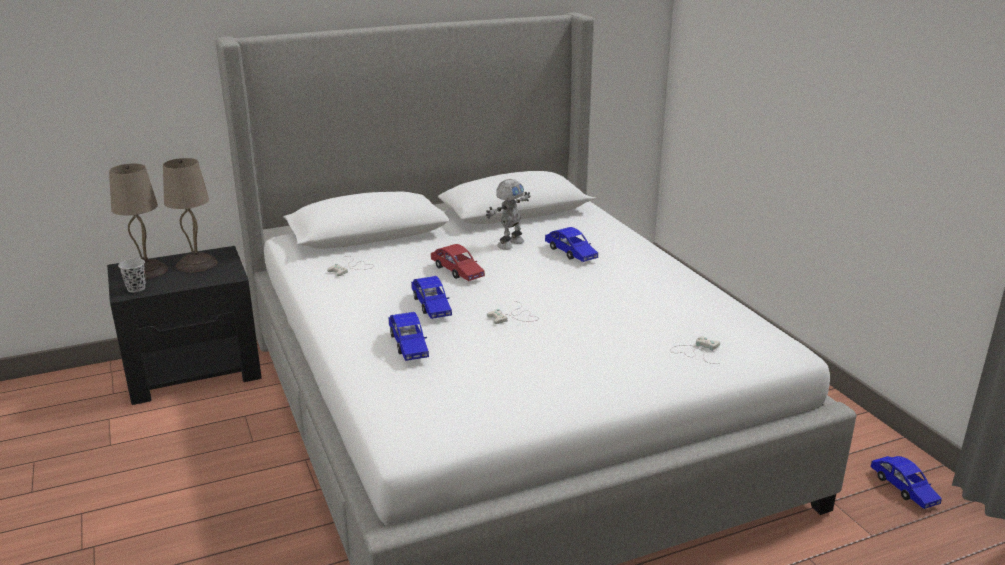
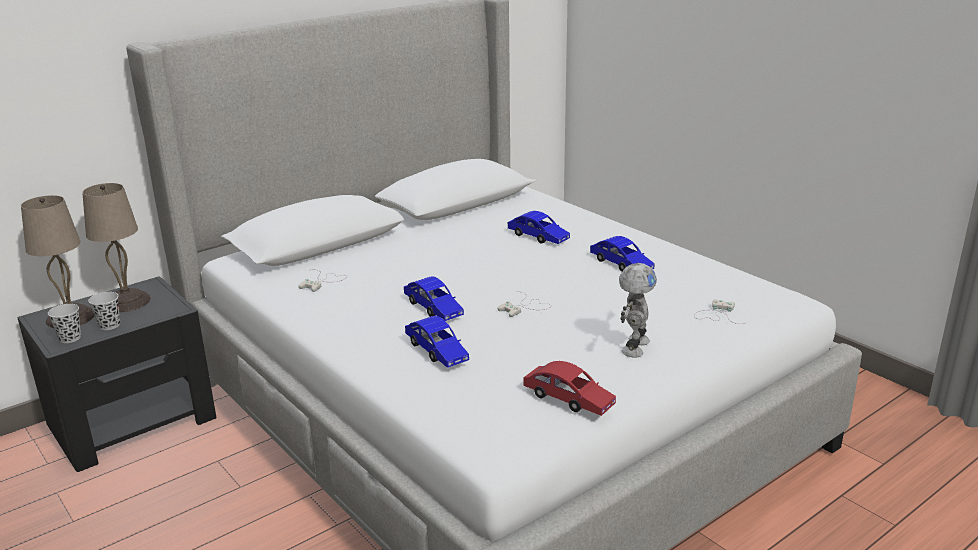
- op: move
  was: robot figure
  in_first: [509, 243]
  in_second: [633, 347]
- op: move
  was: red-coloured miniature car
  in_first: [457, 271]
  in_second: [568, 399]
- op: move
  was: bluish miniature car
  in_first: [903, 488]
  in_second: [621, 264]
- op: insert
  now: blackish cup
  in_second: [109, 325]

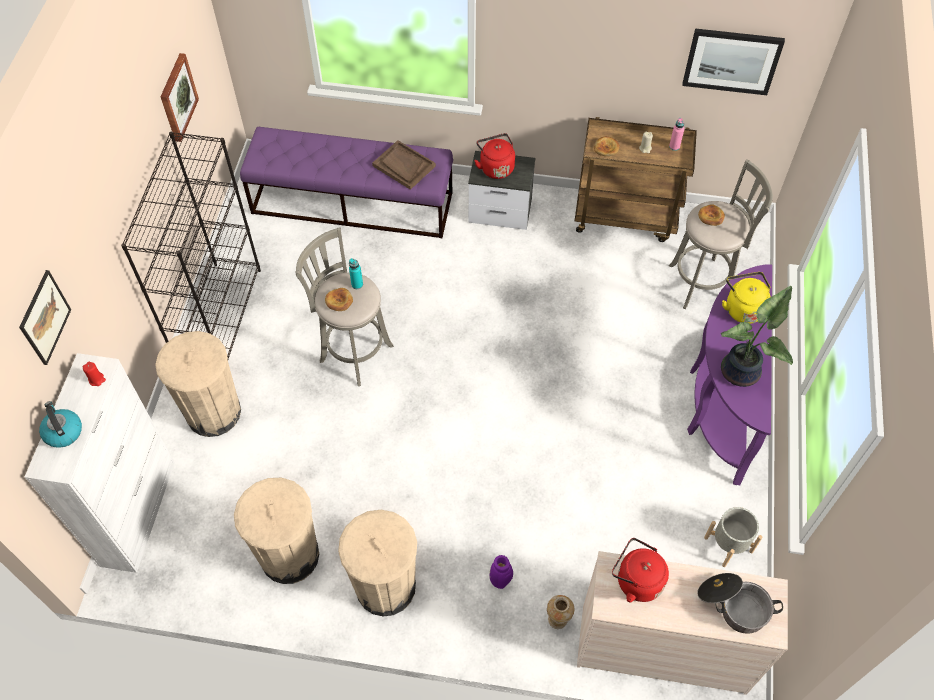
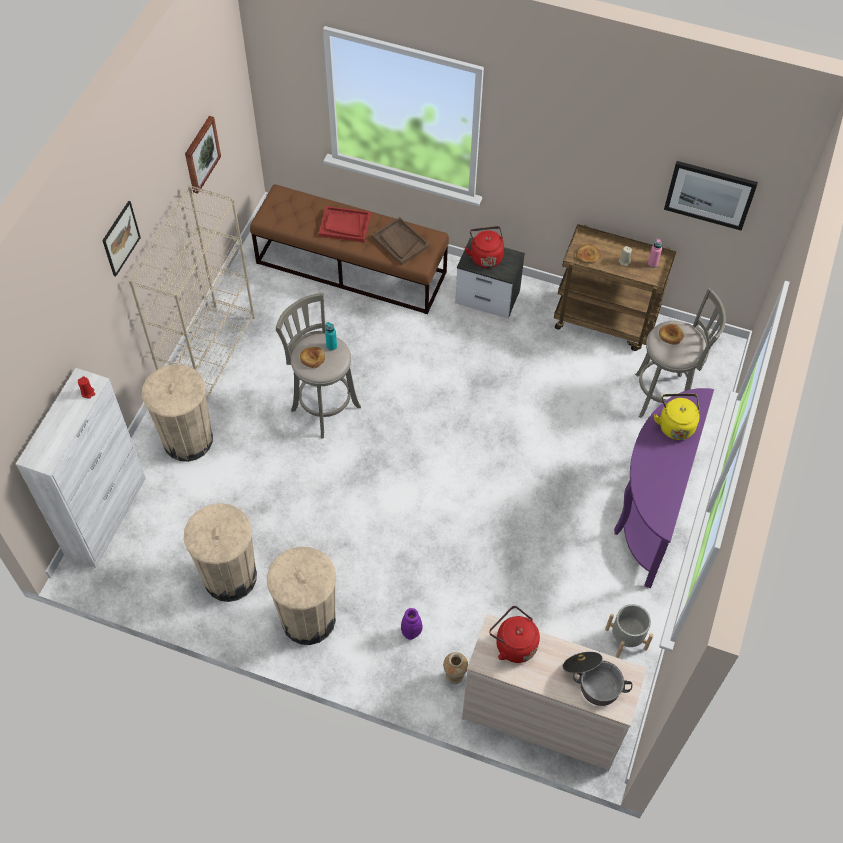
- op: recolor
  was: purple-coloured bench
  now: brown-coloured bench
  in_first: [353, 203]
  in_second: [351, 268]
- op: recolor
  was: blackish bookshelf
  now: beige bookshelf
  in_first: [220, 317]
  in_second: [210, 354]
- op: move
  was: picture
  in_first: [44, 317]
  in_second: [120, 238]
- op: delete
  was: plant in a pot
  in_first: [742, 371]
- op: delete
  was: kettle
  in_first: [63, 432]
- op: insert
  now: red-coloured tray
  in_second: [344, 225]

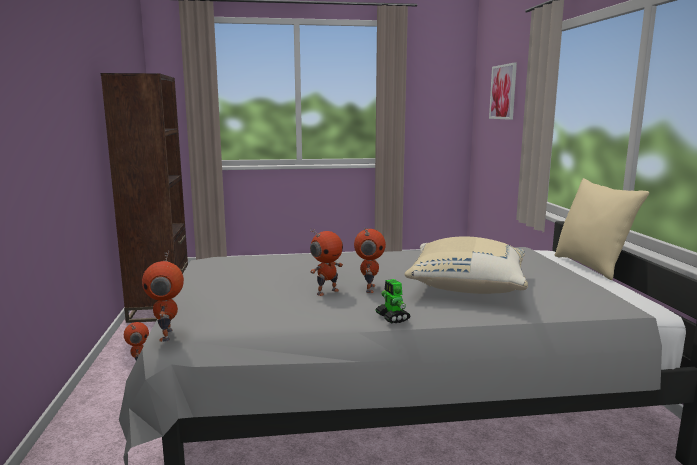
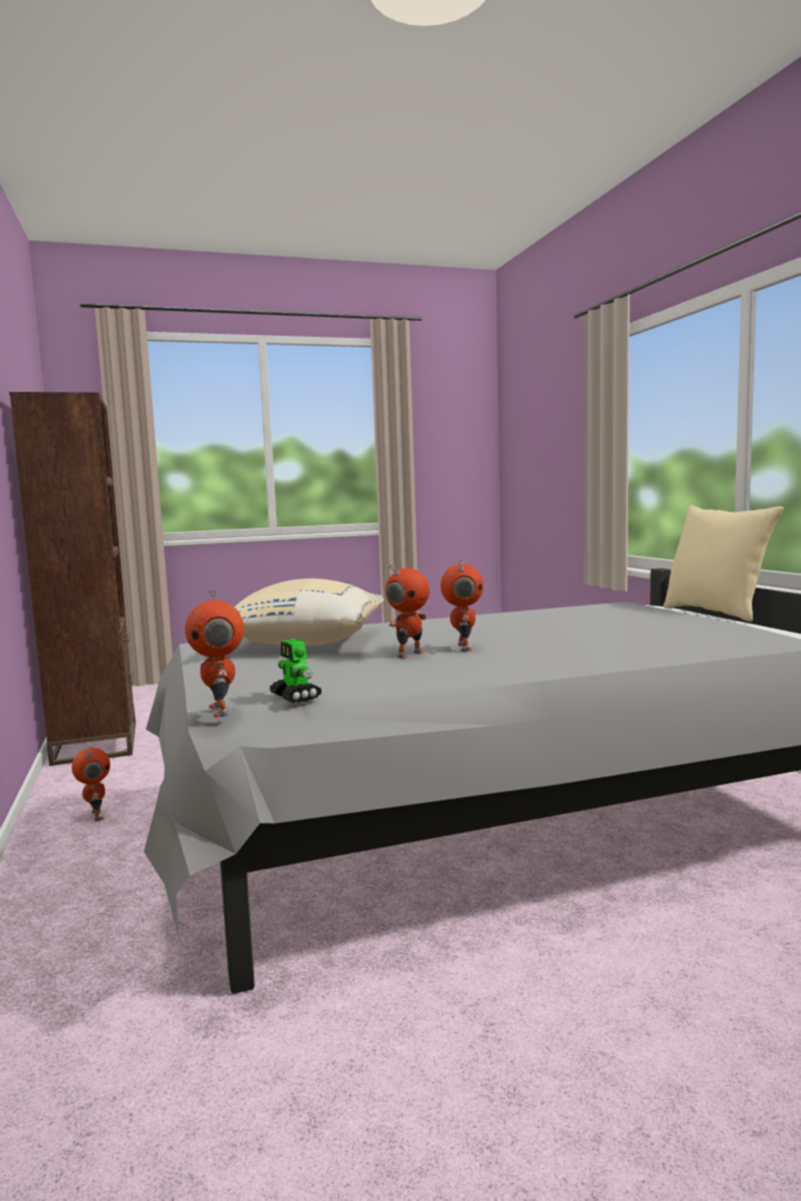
- op: delete
  was: picture
  in_first: [503, 92]
- op: move
  was: beige throw pillow
  in_first: [466, 287]
  in_second: [305, 643]
- op: move
  was: robot figure
  in_first: [392, 318]
  in_second: [296, 697]

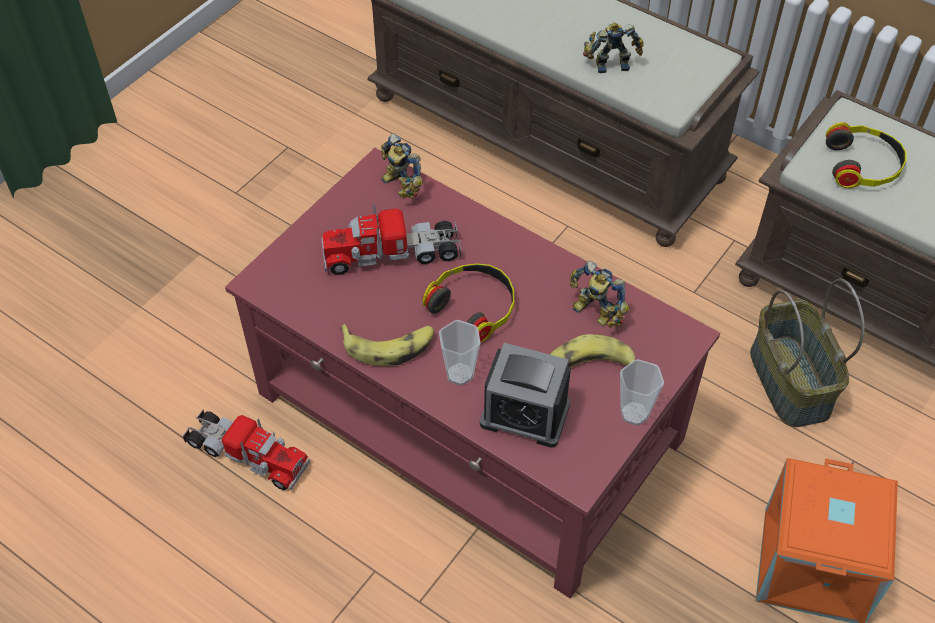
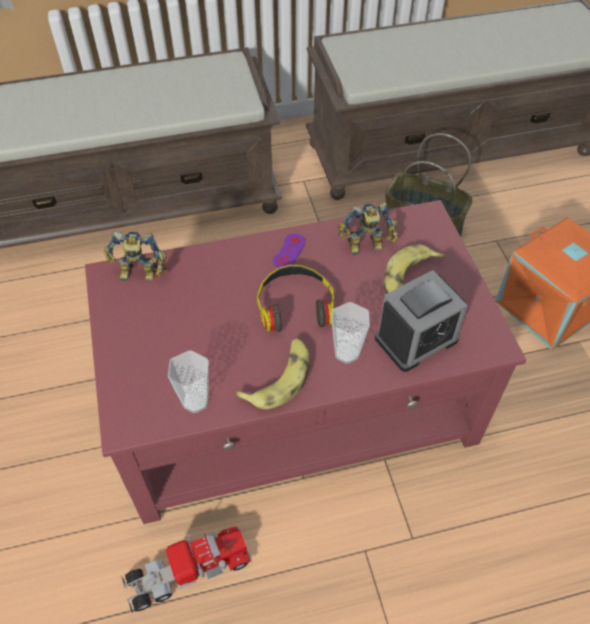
- op: delete
  was: robot figure
  in_first: [610, 63]
- op: delete
  was: pair of headphones
  in_first: [863, 164]
- op: delete
  was: toy lorry
  in_first: [392, 253]
- op: move
  was: cup
  in_first: [634, 413]
  in_second: [195, 401]
- op: insert
  now: purple-coloured game controller
  in_second: [289, 251]

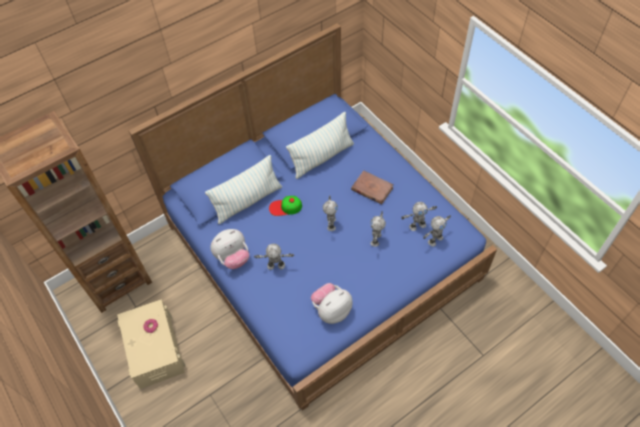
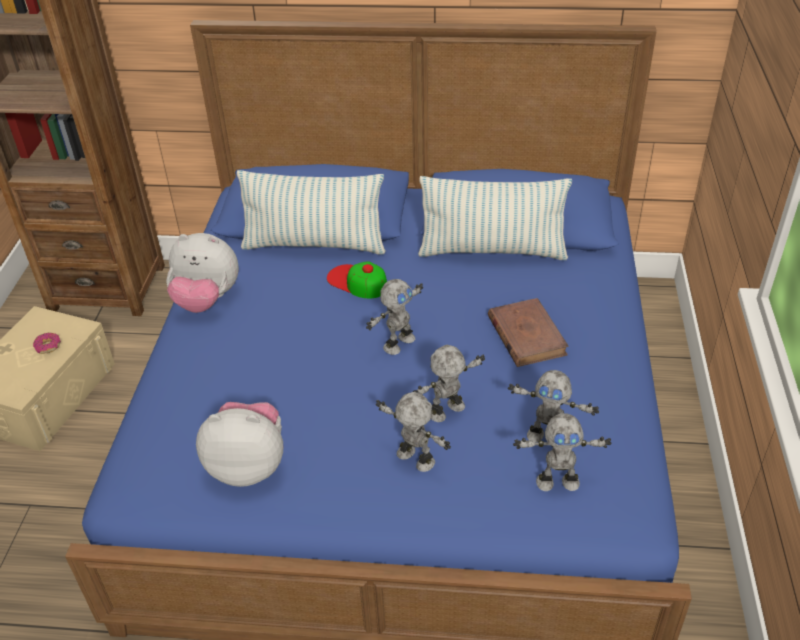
- op: move
  was: robot figure
  in_first: [276, 266]
  in_second: [414, 460]

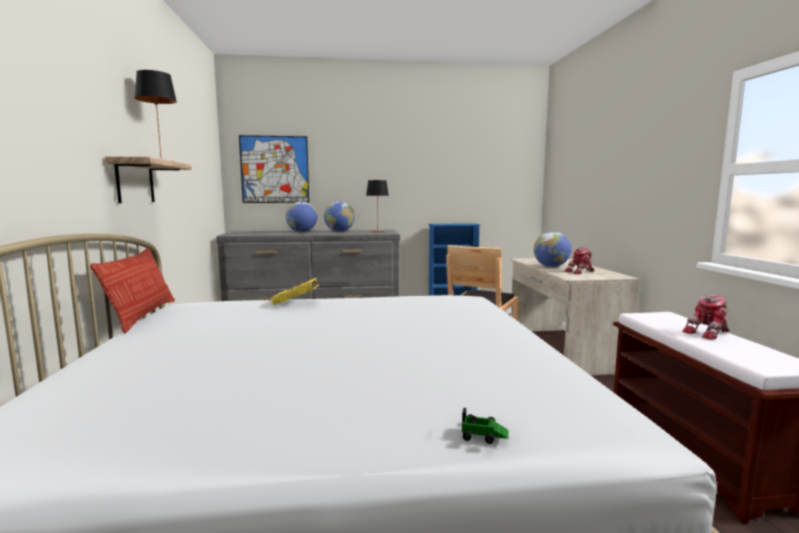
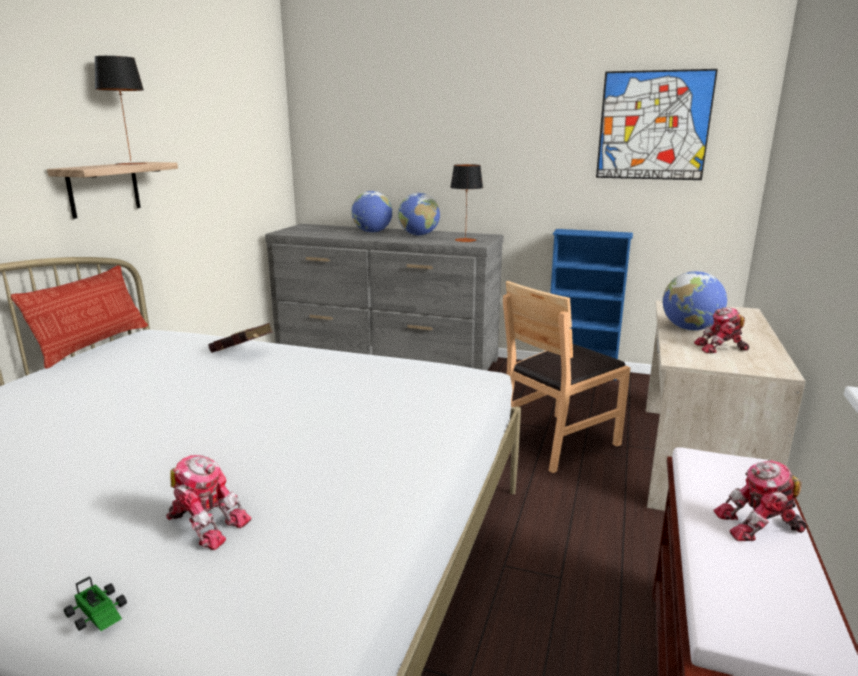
- op: move
  was: picture
  in_first: [274, 169]
  in_second: [653, 126]
- op: recolor
  was: yellow volume
  now: red-coloured volume
  in_first: [298, 303]
  in_second: [243, 353]
- op: insert
  now: robot figure
  in_second: [206, 523]

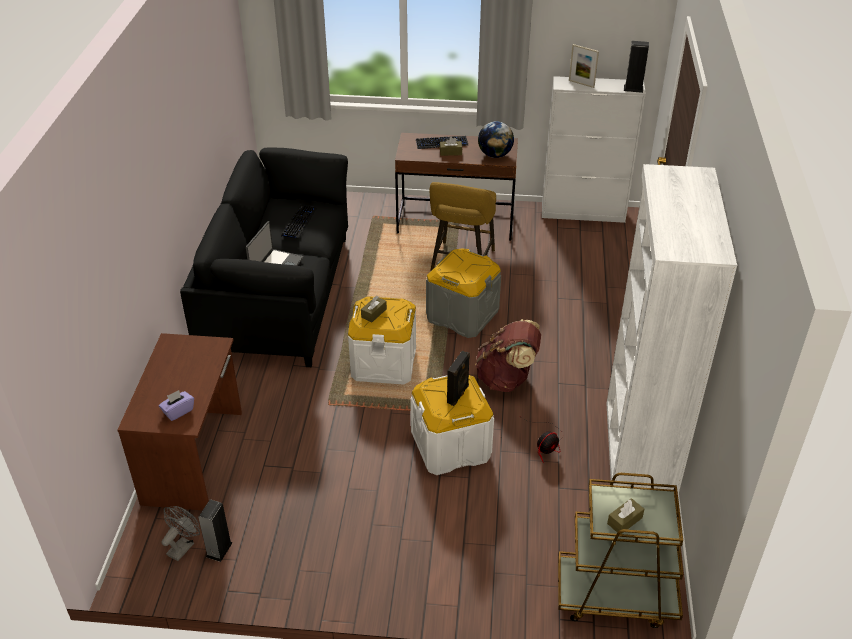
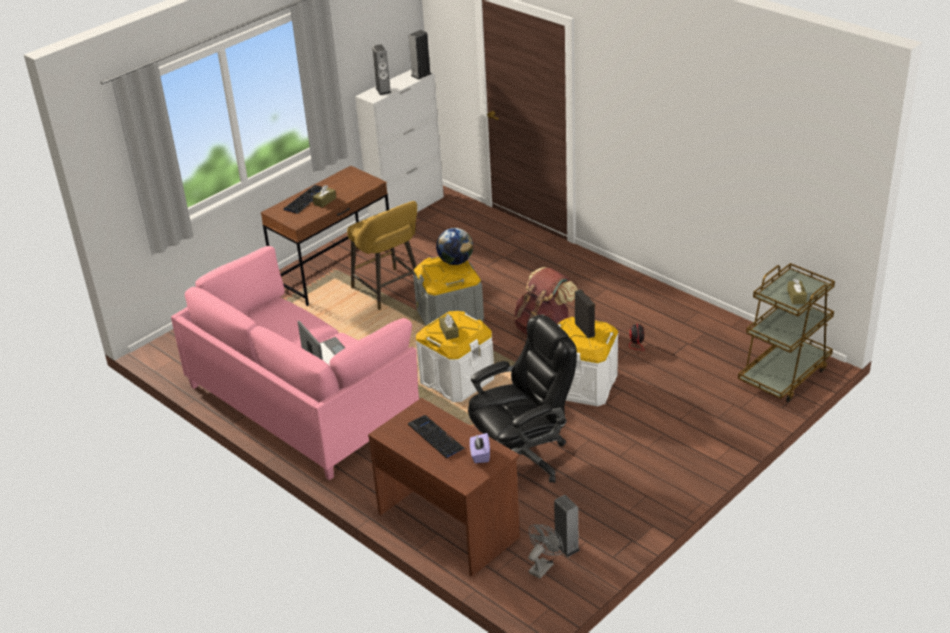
- op: replace
  was: picture frame
  now: audio speaker
  in_first: [581, 84]
  in_second: [383, 90]
- op: move
  was: desk globe
  in_first: [495, 155]
  in_second: [455, 261]
- op: recolor
  was: blackish sofa
  now: pinkish sofa
  in_first: [278, 295]
  in_second: [302, 402]
- op: delete
  was: white bookshelf
  in_first: [637, 454]
- op: move
  was: computer keyboard
  in_first: [299, 222]
  in_second: [435, 437]
- op: rotate
  was: greyish cooling fan
  in_first: [183, 546]
  in_second: [543, 566]
  clockwise: 60
- op: insert
  now: blackish computer chair
  in_second: [522, 457]

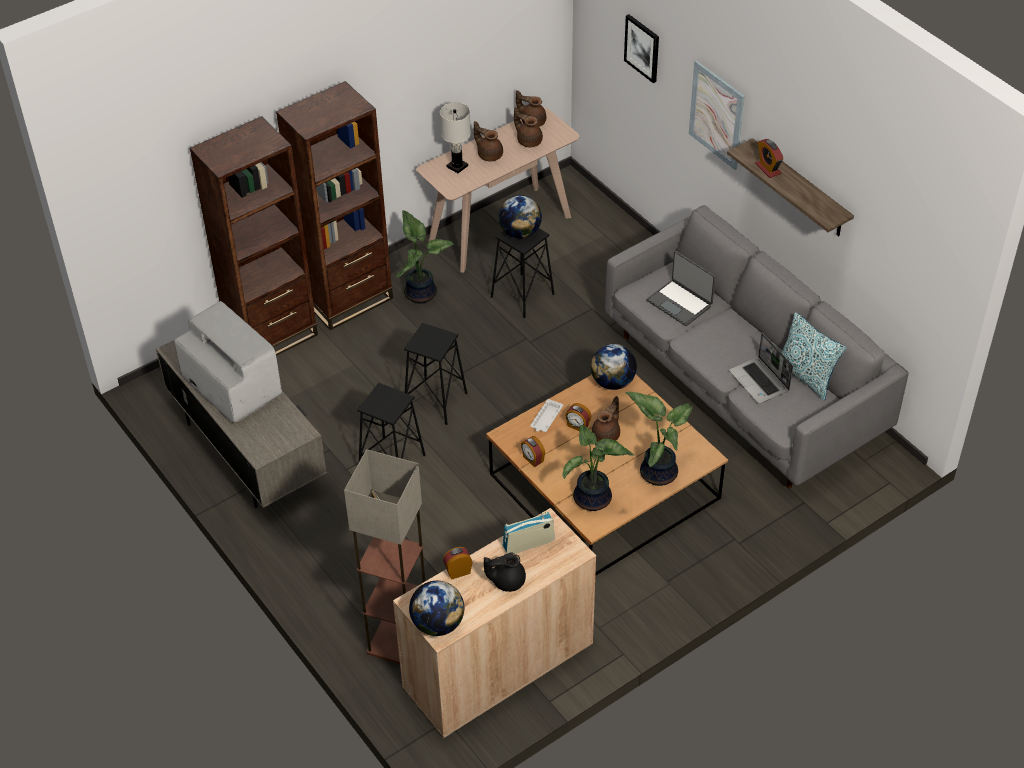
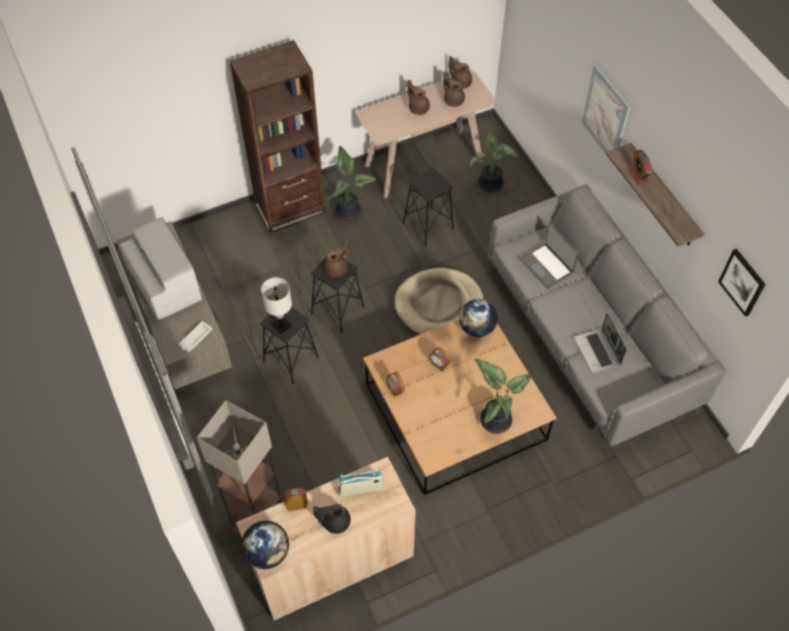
- op: move
  was: picture
  in_first: [642, 48]
  in_second: [742, 282]
- op: move
  was: white table lamp
  in_first: [457, 166]
  in_second: [281, 324]
- op: delete
  was: brown-coloured bookshelf
  in_first: [272, 336]
- op: delete
  was: desk globe
  in_first: [520, 232]
- op: delete
  was: throw pillow
  in_first: [805, 377]
- op: move
  was: brown-coloured teapot
  in_first: [607, 434]
  in_second: [337, 269]
- op: move
  was: white tray
  in_first: [546, 418]
  in_second: [195, 338]
- op: move
  was: plant in a pot
  in_first: [593, 501]
  in_second: [490, 186]
- op: insert
  now: beige dog cushion
  in_second: [438, 305]

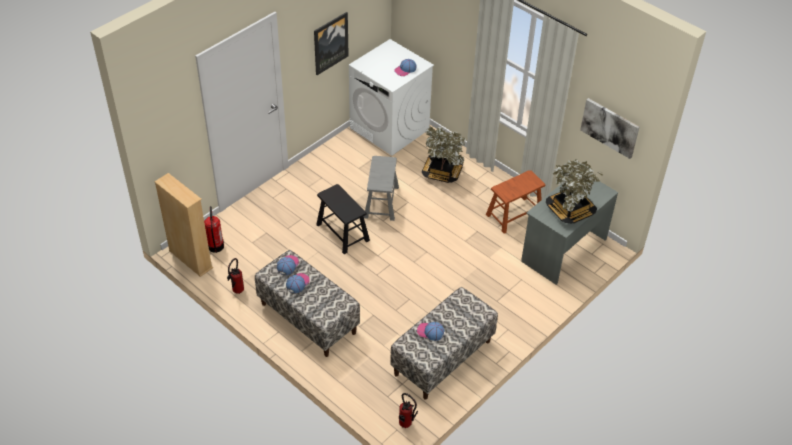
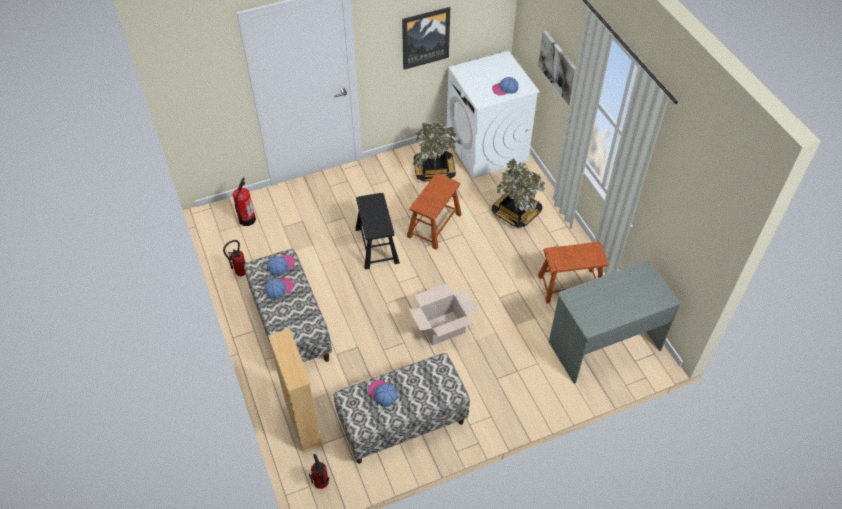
- op: move
  was: picture
  in_first: [610, 127]
  in_second: [559, 67]
- op: recolor
  was: greyish sitting stool
  now: brown-coloured sitting stool
  in_first: [381, 202]
  in_second: [434, 225]
- op: move
  was: plant in a pot
  in_first: [570, 210]
  in_second: [434, 171]
- op: move
  was: beige bookshelf
  in_first: [190, 259]
  in_second: [303, 423]
- op: insert
  now: cardboard box
  in_second: [442, 328]

